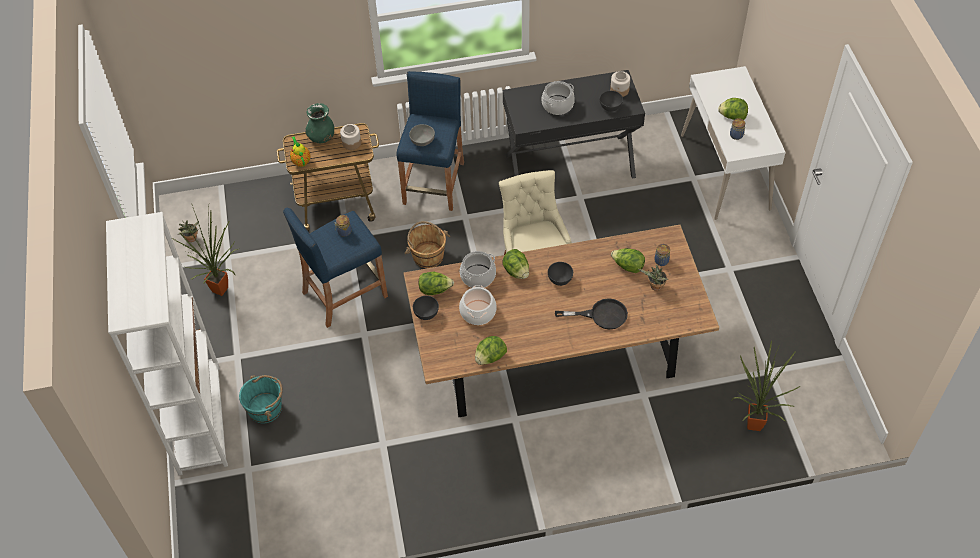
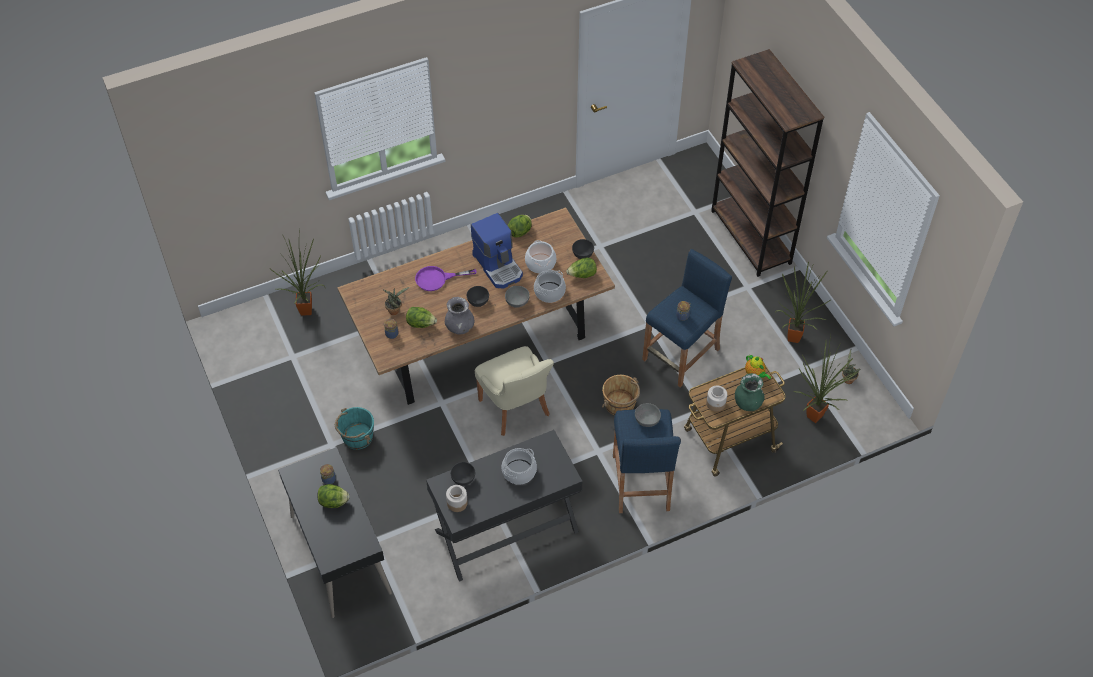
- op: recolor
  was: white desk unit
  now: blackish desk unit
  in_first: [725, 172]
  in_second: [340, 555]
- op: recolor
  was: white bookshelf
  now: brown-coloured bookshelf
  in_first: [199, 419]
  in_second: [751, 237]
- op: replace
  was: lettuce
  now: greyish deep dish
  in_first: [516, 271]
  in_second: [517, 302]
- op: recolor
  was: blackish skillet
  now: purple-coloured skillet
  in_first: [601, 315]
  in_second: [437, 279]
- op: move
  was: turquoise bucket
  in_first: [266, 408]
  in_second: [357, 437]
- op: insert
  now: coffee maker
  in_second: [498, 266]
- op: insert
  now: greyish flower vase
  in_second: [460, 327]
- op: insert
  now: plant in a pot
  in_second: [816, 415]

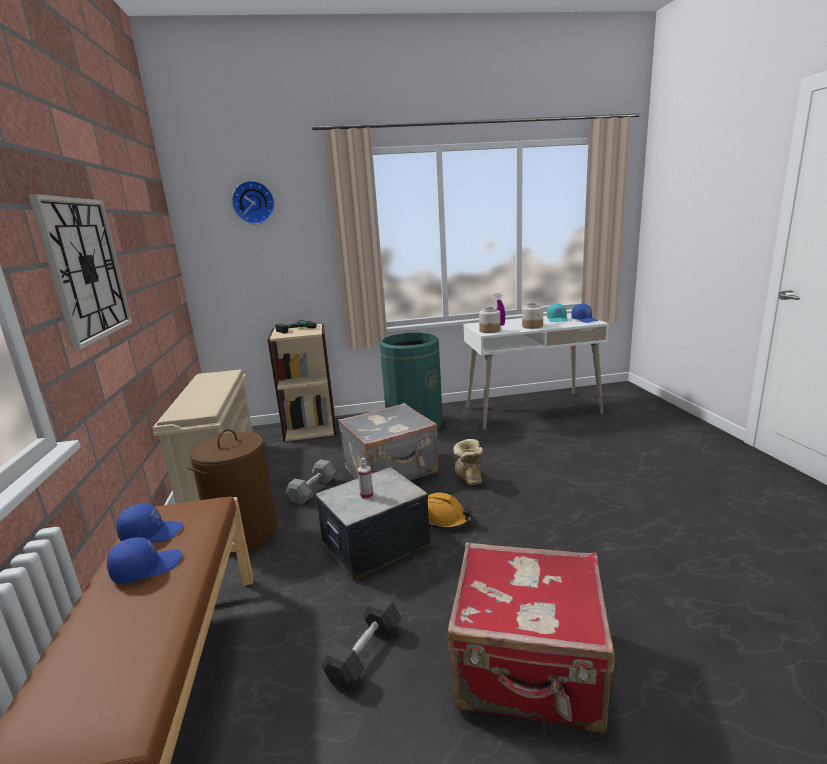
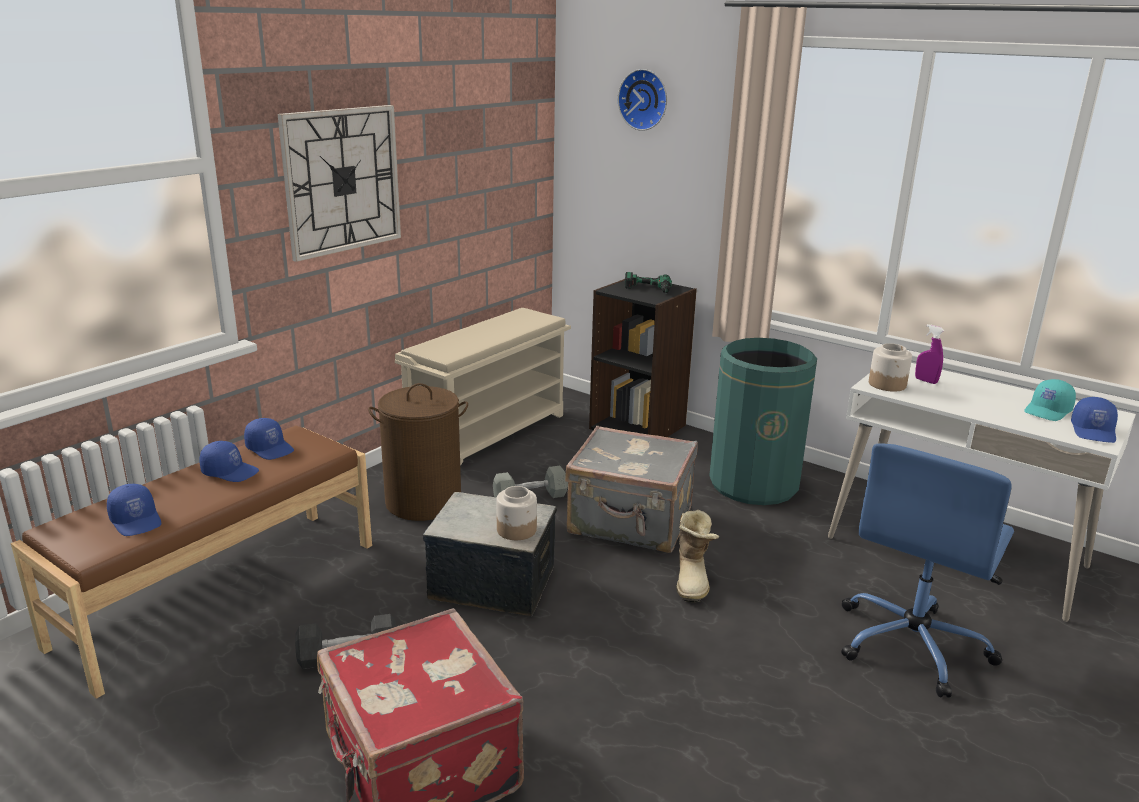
- op: move
  was: jar
  in_first: [532, 326]
  in_second: [516, 530]
- op: recolor
  was: beige bookshelf
  now: blackish bookshelf
  in_first: [310, 428]
  in_second: [638, 426]
- op: rotate
  was: boot
  in_first: [467, 477]
  in_second: [693, 580]
  clockwise: 150
- op: delete
  was: sprayer
  in_first: [366, 495]
- op: delete
  was: orange work helmet
  in_first: [444, 519]
- op: insert
  now: bluish computer chair
  in_second: [913, 644]
- op: insert
  now: bluish cap
  in_second: [137, 521]

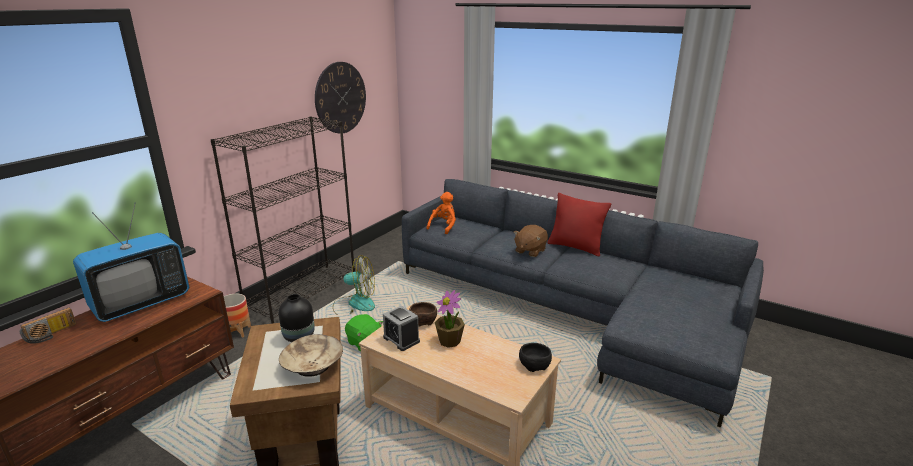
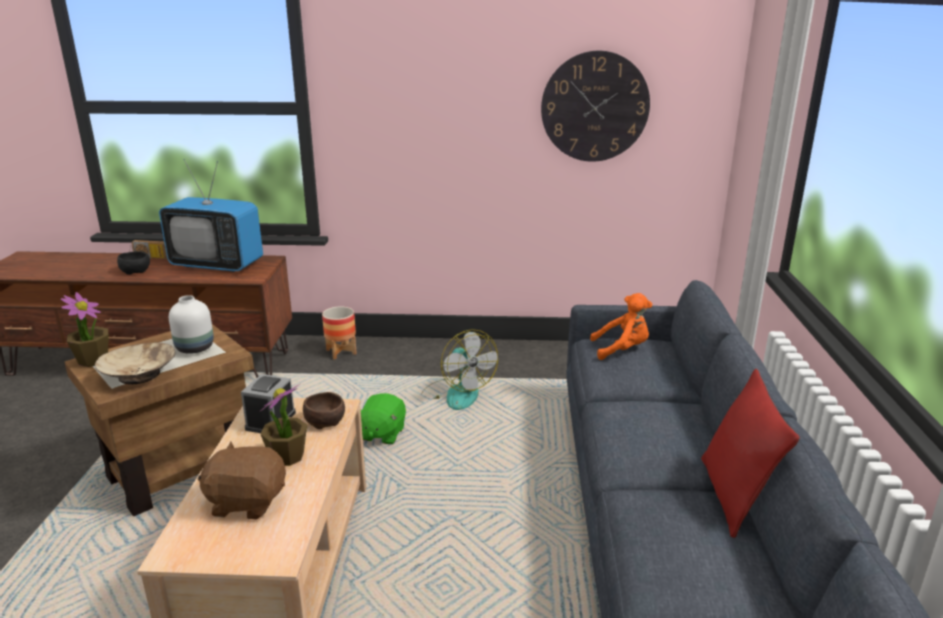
- op: delete
  was: blackish bookshelf
  in_first: [302, 292]
- op: move
  was: brown-coloured plush toy
  in_first: [530, 251]
  in_second: [246, 501]
- op: recolor
  was: blackish flower vase
  now: white flower vase
  in_first: [298, 336]
  in_second: [195, 347]
- op: move
  was: blackish deep dish
  in_first: [534, 364]
  in_second: [136, 270]
- op: insert
  now: plant in a pot
  in_second: [93, 360]

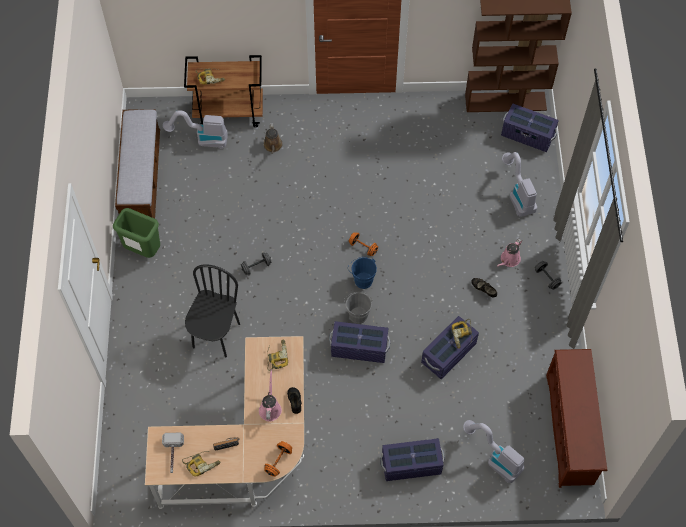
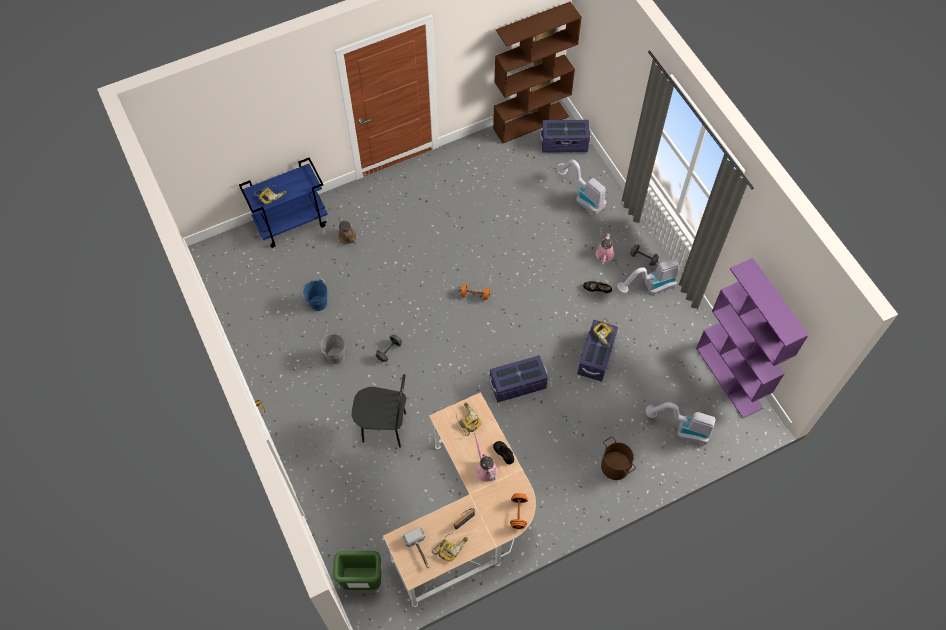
- op: recolor
  was: brown-coloured cart
  now: bluish cart
  in_first: [229, 112]
  in_second: [292, 223]
- op: delete
  was: bench
  in_first: [142, 178]
- op: move
  was: vacuum
  in_first: [202, 139]
  in_second: [649, 287]
- op: move
  was: green trash can
  in_first: [142, 250]
  in_second: [362, 581]
- op: move
  was: bluish bucket
  in_first: [362, 279]
  in_second: [316, 302]
- op: rotate
  was: blackish chair
  in_first: [216, 335]
  in_second: [384, 428]
  clockwise: 105
- op: move
  was: greyish bucket
  in_first: [357, 314]
  in_second: [334, 355]
- op: replace
  was: brown-coloured shoe rack
  now: purple-coloured bookshelf
  in_first: [570, 430]
  in_second: [729, 378]
- op: replace
  was: purple-coloured storage bin
  now: brown-coloured bucket
  in_first: [411, 464]
  in_second: [615, 466]

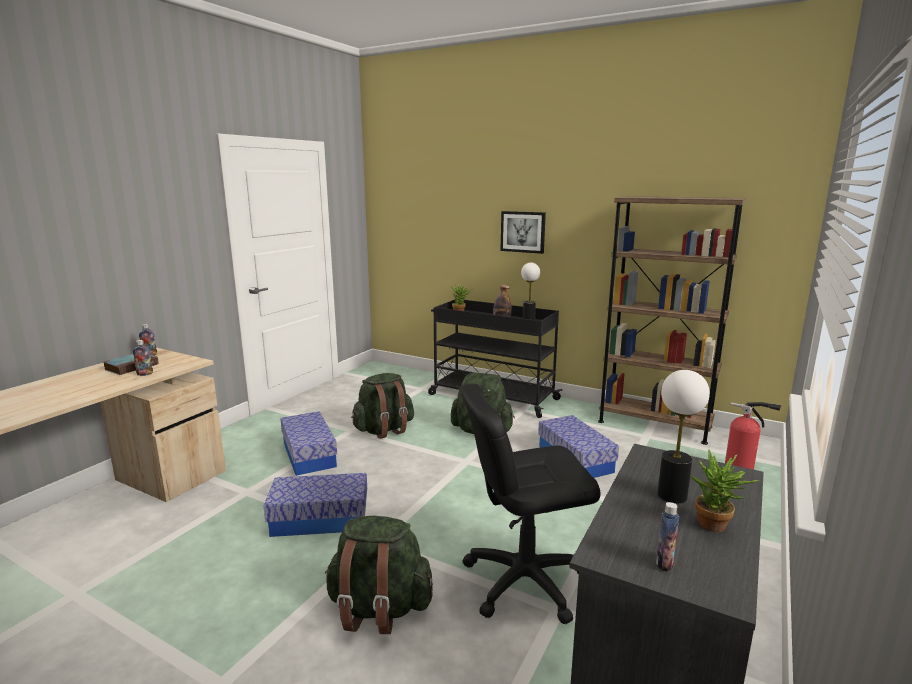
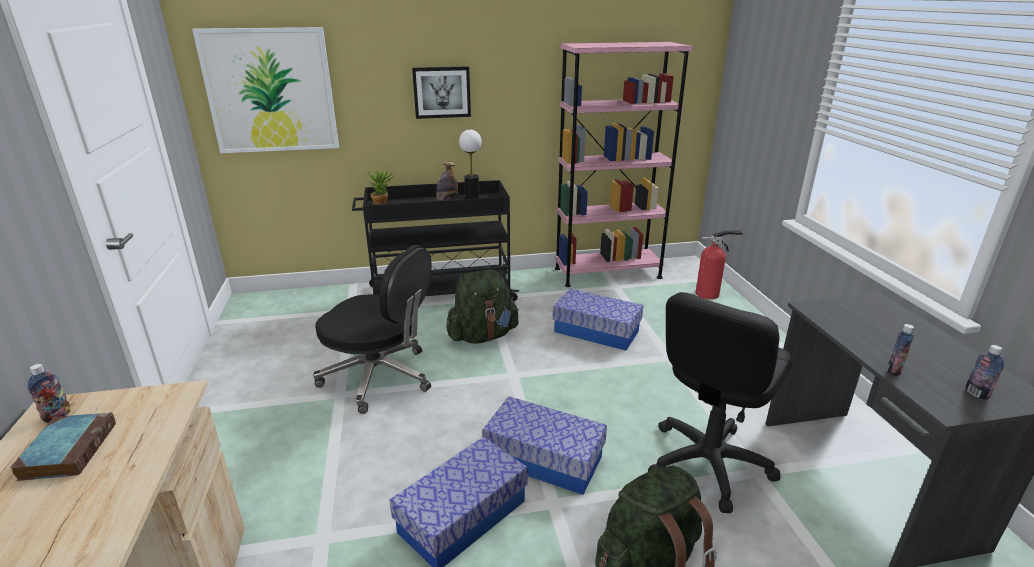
- op: recolor
  was: brown-coloured bookshelf
  now: pinkish bookshelf
  in_first: [654, 424]
  in_second: [607, 273]
- op: move
  was: beverage bottle
  in_first: [145, 374]
  in_second: [893, 371]
- op: delete
  was: table lamp
  in_first: [672, 495]
- op: replace
  was: green knapsack
  now: blackish computer chair
  in_first: [384, 430]
  in_second: [380, 377]
- op: move
  was: storage bin
  in_first: [309, 454]
  in_second: [544, 459]
- op: delete
  was: plant in a pot
  in_first: [715, 528]
- op: insert
  now: picture
  in_second: [271, 91]

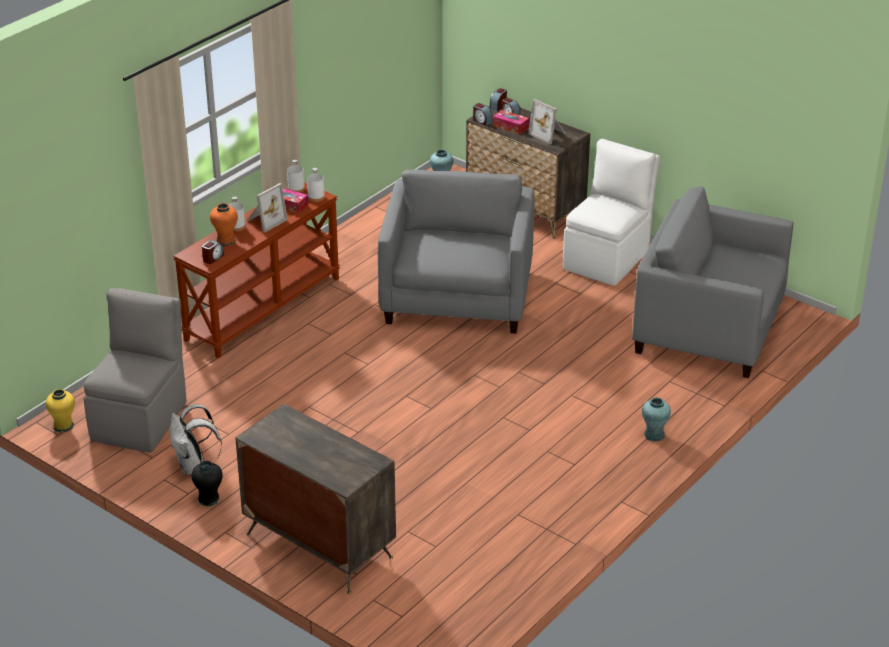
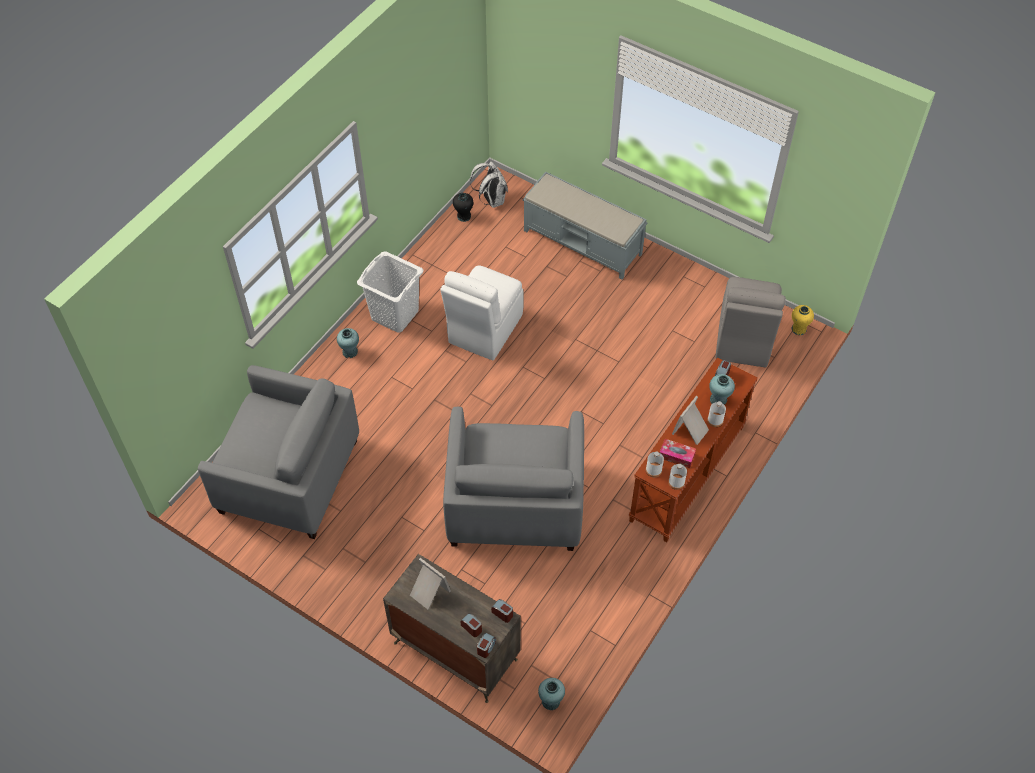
- op: delete
  was: box of tissues
  in_first: [510, 126]
- op: move
  was: white chair
  in_first: [607, 259]
  in_second: [484, 330]
- op: recolor
  was: orange flower vase
  now: turquoise flower vase
  in_first: [226, 240]
  in_second: [718, 400]
- op: move
  was: white knapsack
  in_first: [194, 466]
  in_second: [491, 200]
- op: replace
  was: chest of drawers
  now: greyish bench
  in_first: [318, 544]
  in_second: [583, 242]
- op: move
  was: blackish flower vase
  in_first: [209, 499]
  in_second: [464, 216]
- op: insert
  now: white hamper
  in_second: [395, 314]

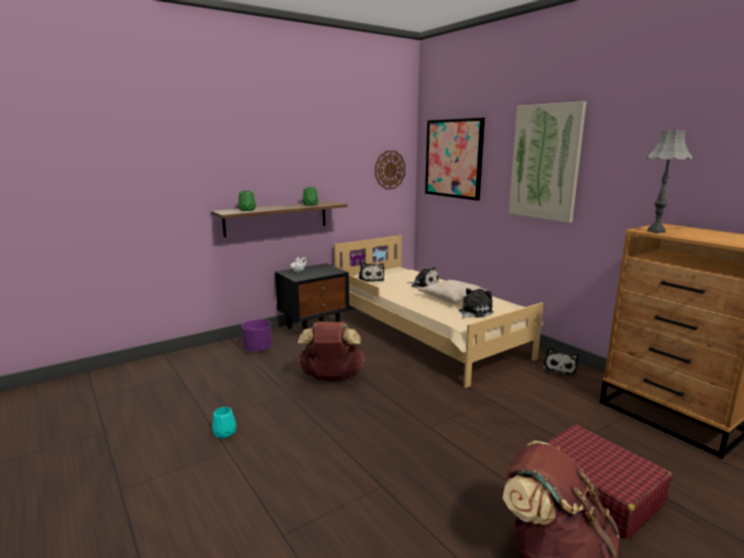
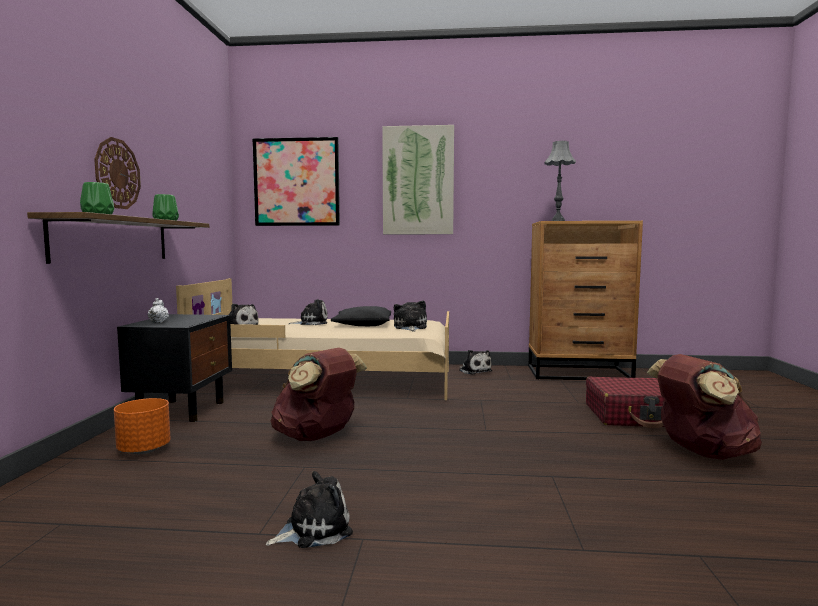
- op: move
  was: clock on the wall
  in_first: [389, 170]
  in_second: [117, 174]
- op: recolor
  was: beige throw pillow
  now: blackish throw pillow
  in_first: [451, 297]
  in_second: [362, 324]
- op: recolor
  was: purple-coloured planter
  now: orange planter
  in_first: [257, 349]
  in_second: [143, 450]
- op: replace
  was: turquoise flower vase
  now: plush toy
  in_first: [224, 433]
  in_second: [314, 529]

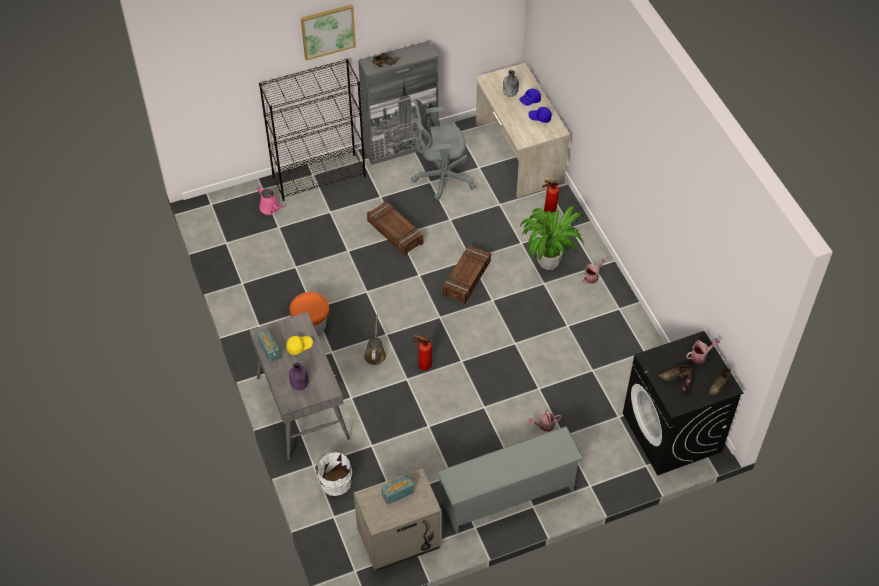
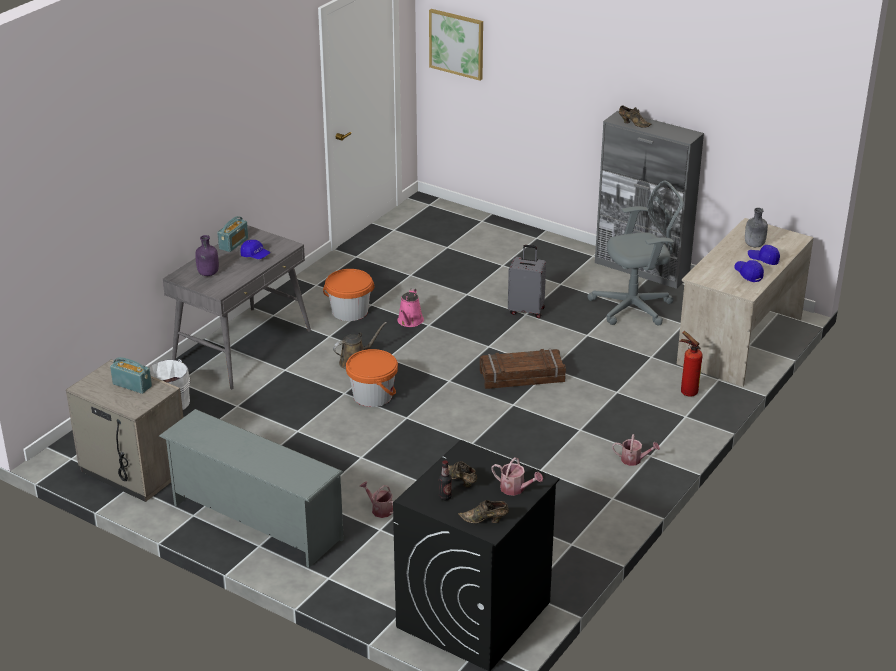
- op: move
  was: picture
  in_first: [328, 31]
  in_second: [457, 43]
- op: delete
  was: blackish bookshelf
  in_first: [319, 177]
- op: rotate
  was: greyish computer chair
  in_first: [440, 177]
  in_second: [635, 307]
  clockwise: 120
- op: move
  was: pinkish watering pot
  in_first: [271, 208]
  in_second: [410, 321]
- op: replace
  was: shipping crate
  now: greyish piece of luggage
  in_first: [395, 232]
  in_second: [526, 310]
- op: delete
  was: plant in a pot
  in_first: [548, 261]
- op: recolor
  was: yellow cap
  now: bluish cap
  in_first: [299, 346]
  in_second: [255, 256]
- op: replace
  was: extinguisher
  now: orange bucket
  in_first: [422, 365]
  in_second: [373, 395]

